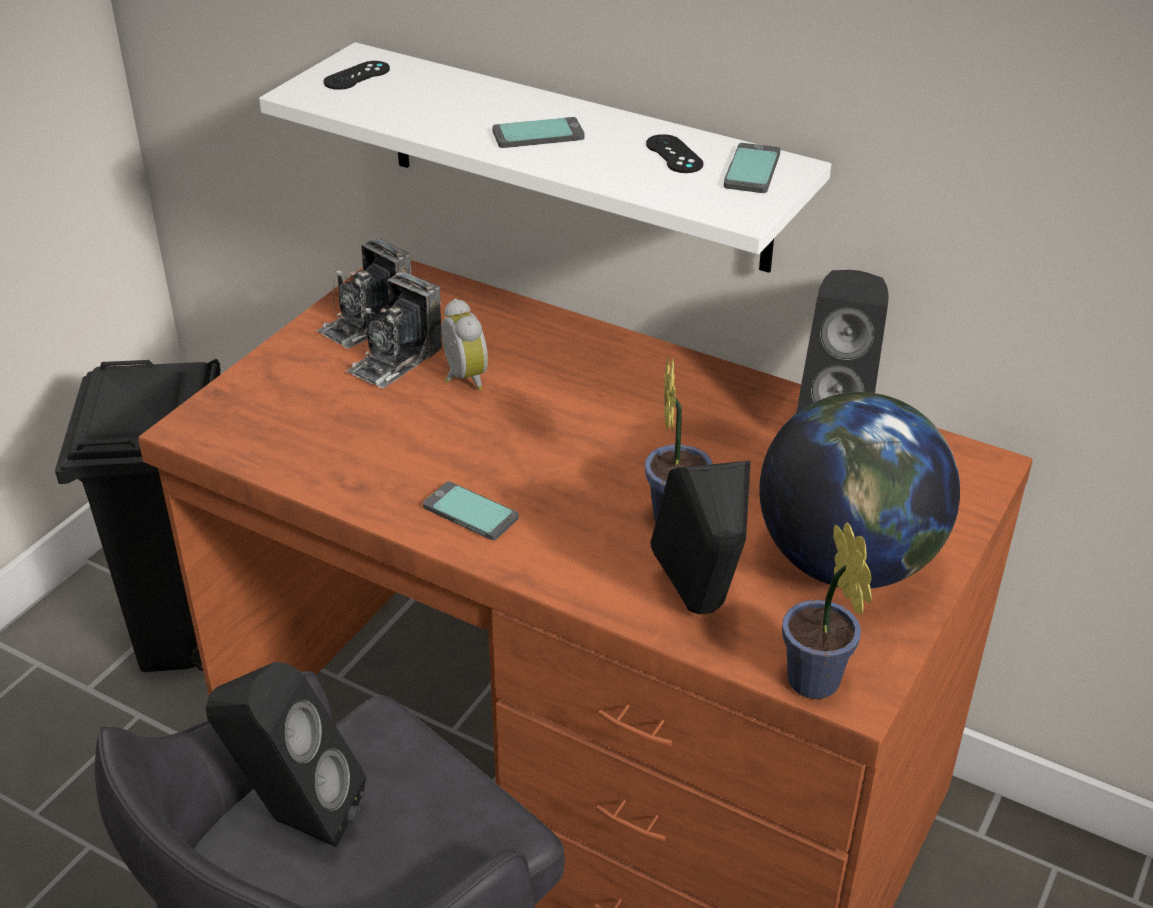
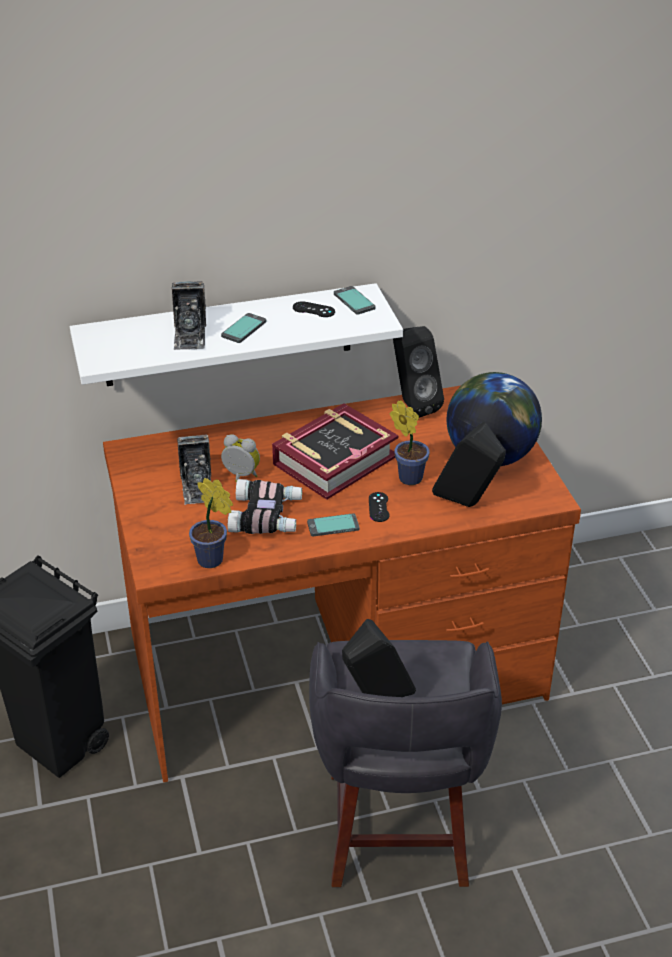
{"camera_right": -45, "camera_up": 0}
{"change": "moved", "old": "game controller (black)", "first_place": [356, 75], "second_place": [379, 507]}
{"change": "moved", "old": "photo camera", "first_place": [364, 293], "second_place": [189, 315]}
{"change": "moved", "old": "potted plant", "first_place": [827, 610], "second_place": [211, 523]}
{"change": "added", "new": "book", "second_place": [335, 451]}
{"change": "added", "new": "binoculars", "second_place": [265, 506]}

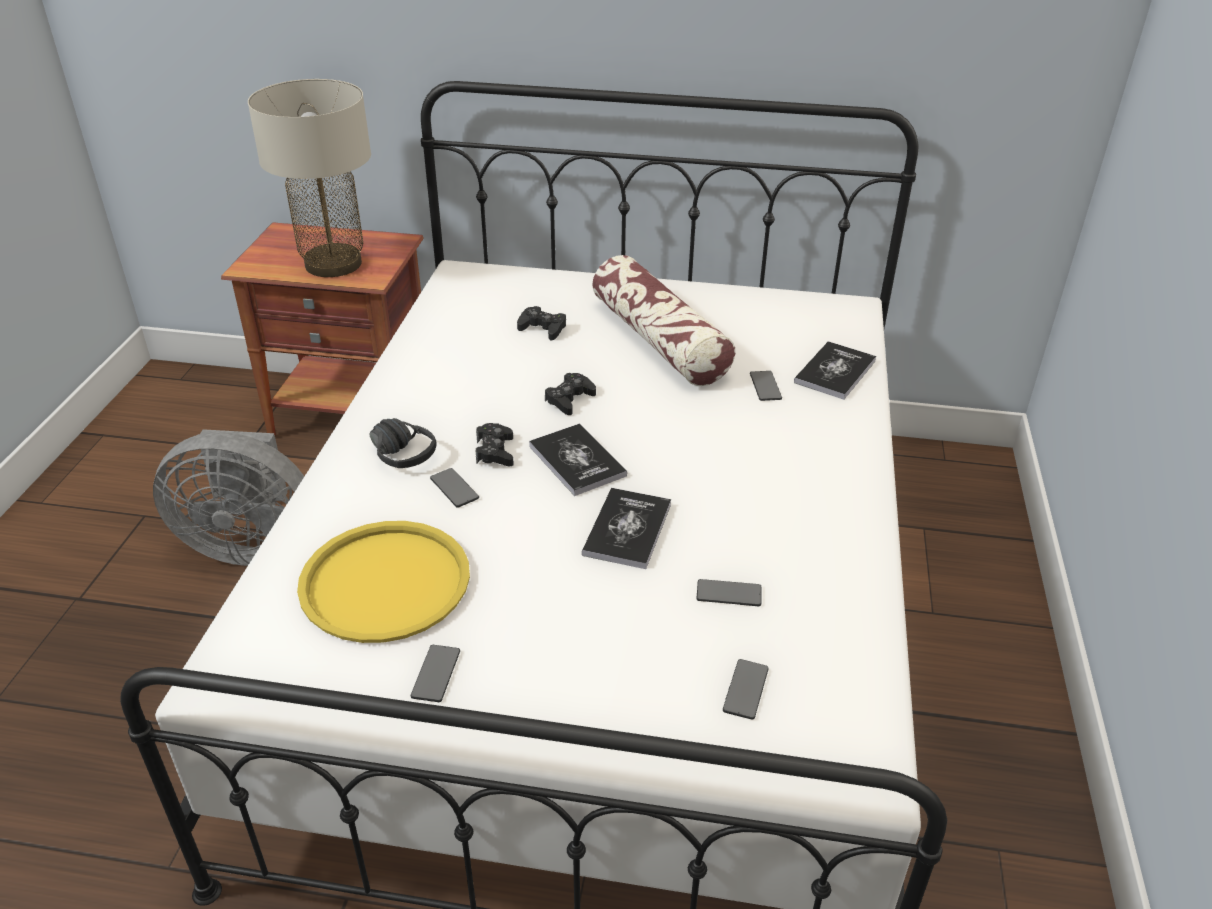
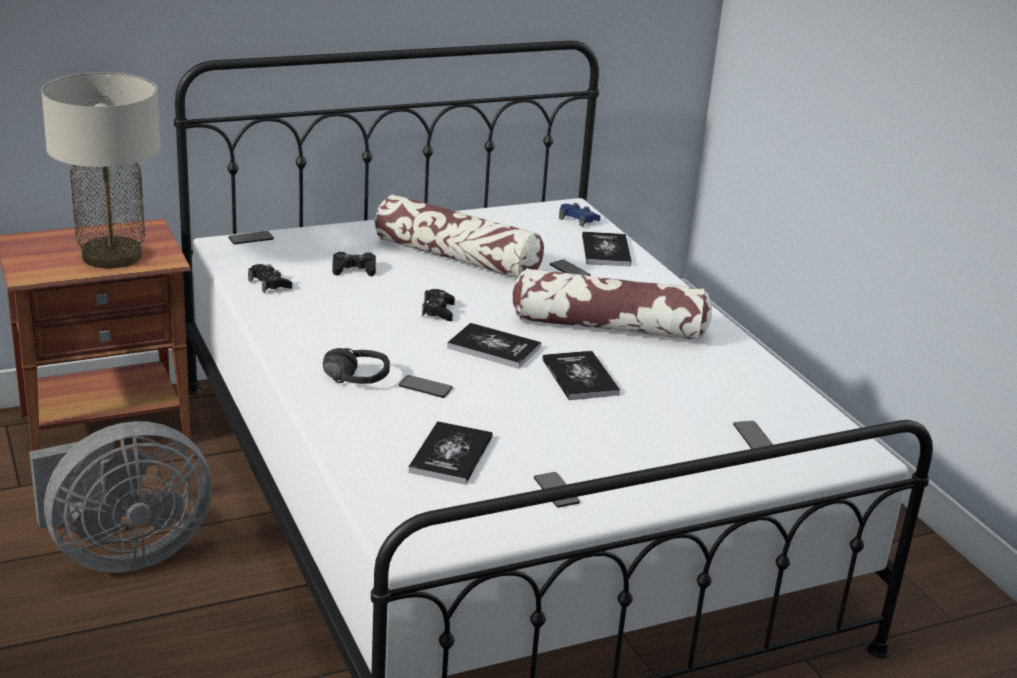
{"camera_right": -35, "camera_up": -10}
{"change": "moved", "old": "game controller (black)", "first_place": [495, 444], "second_place": [270, 278]}
{"change": "replaced", "old": "tray (yellow)", "new": "book", "first_place": [383, 582], "second_place": [450, 453]}
{"change": "moved", "old": "phone", "first_place": [729, 592], "second_place": [251, 237]}
{"change": "added", "new": "game controller (blue)", "second_place": [580, 215]}
{"change": "added", "new": "pillow", "second_place": [612, 304]}

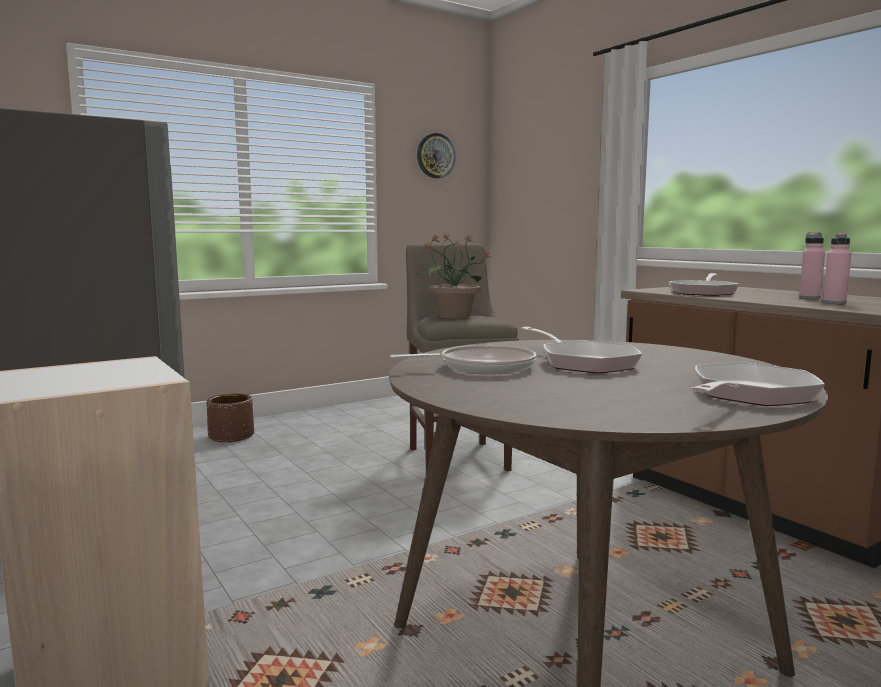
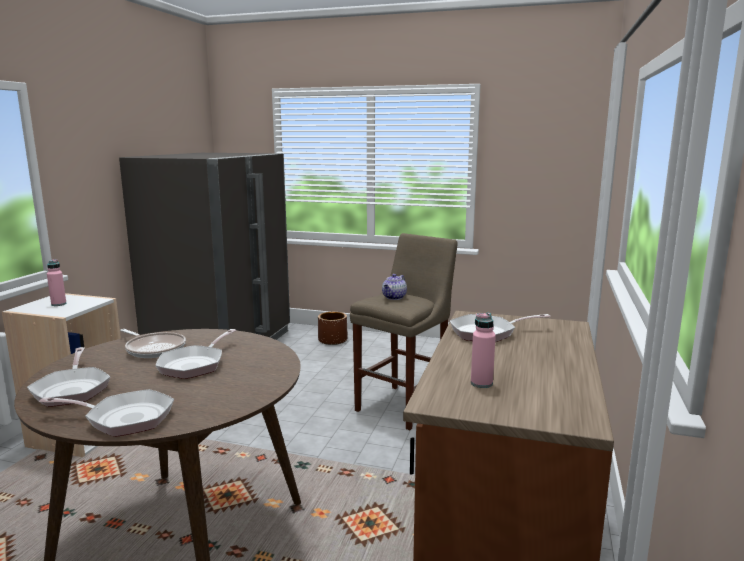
{"camera_right": 50, "camera_up": 5}
{"change": "removed", "old": "wall clock", "first_place": [436, 155]}
{"change": "moved", "old": "bottle (pink)", "first_place": [812, 265], "second_place": [56, 282]}
{"change": "replaced", "old": "potted plant", "new": "teapot", "first_place": [453, 276], "second_place": [394, 287]}
{"change": "added", "new": "frying pan", "second_place": [68, 377]}

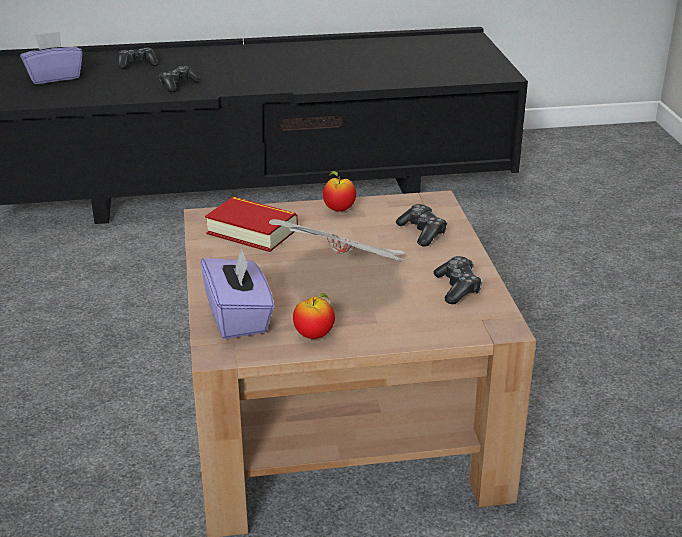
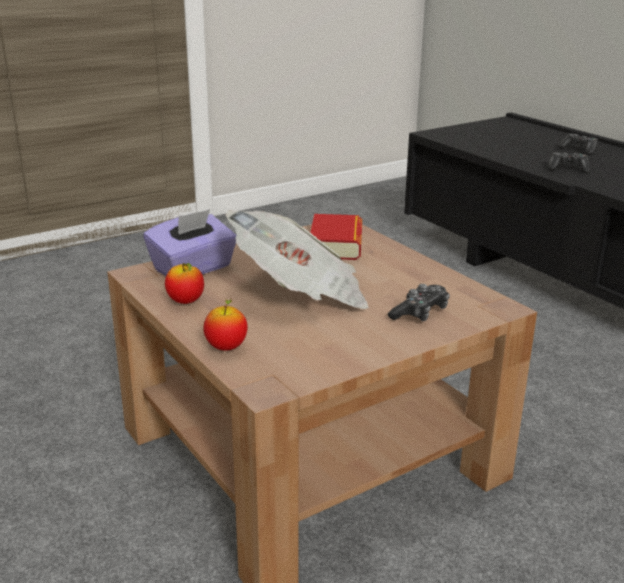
{"camera_right": 65, "camera_up": -5}
{"change": "removed", "old": "tissue box (purple)", "first_place": [51, 57]}
{"change": "moved", "old": "apple", "first_place": [339, 191], "second_place": [225, 325]}
{"change": "removed", "old": "game controller", "first_place": [458, 280]}

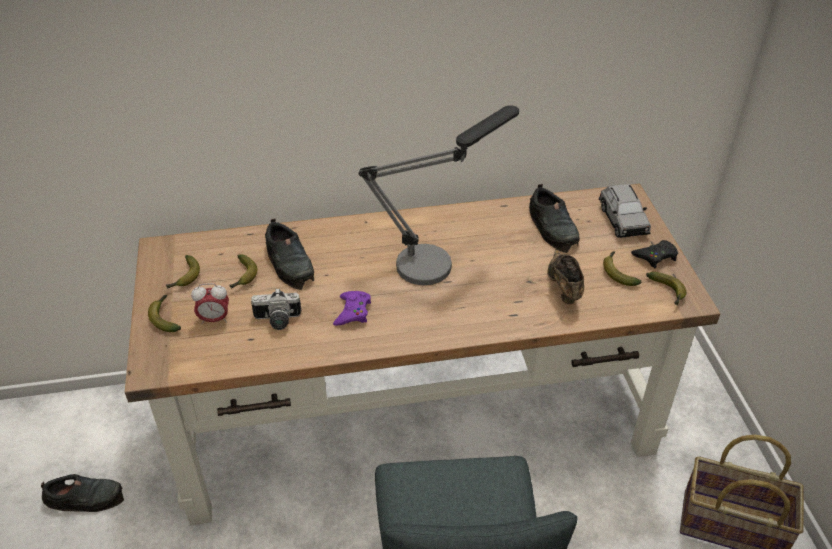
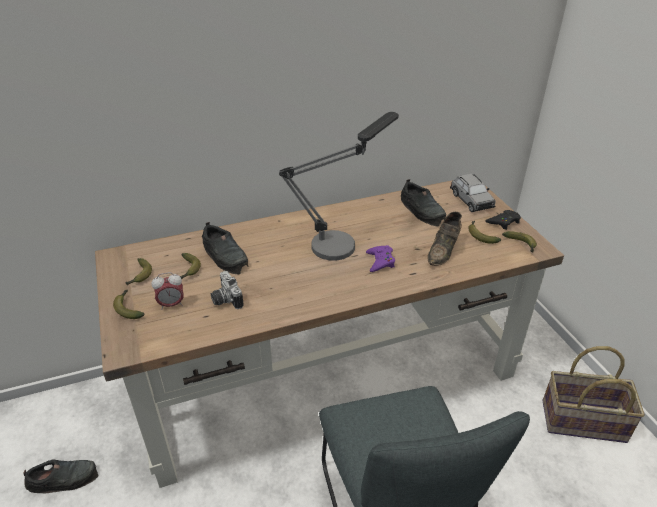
{"camera_right": -10, "camera_up": -5}
{"change": "turned", "old": "shoe (brown)", "first_place": [565, 276], "second_place": [445, 239], "degrees": -135}
{"change": "turned", "old": "photo camera", "first_place": [276, 309], "second_place": [227, 290], "degrees": 75}
{"change": "moved", "old": "game controller (purple)", "first_place": [352, 308], "second_place": [380, 258]}

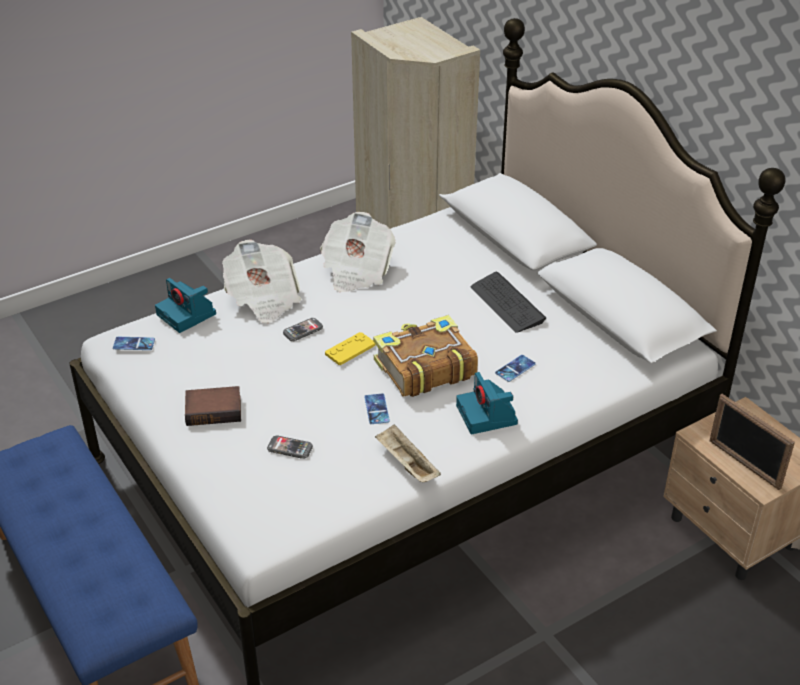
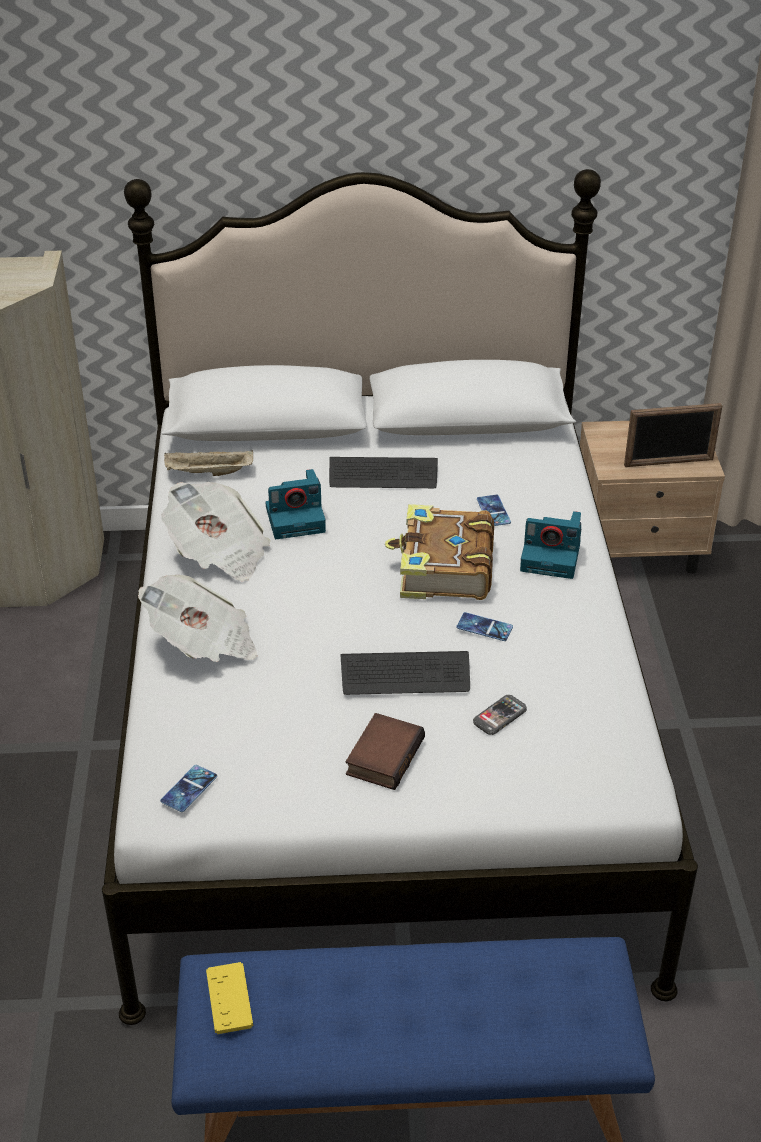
{"camera_right": -60, "camera_up": 0}
{"change": "moved", "old": "photo camera", "first_place": [185, 305], "second_place": [296, 504]}
{"change": "removed", "old": "phone", "first_place": [303, 329]}
{"change": "moved", "old": "game controller (yellow)", "first_place": [350, 348], "second_place": [229, 998]}
{"change": "moved", "old": "tray (beige)", "first_place": [408, 453], "second_place": [208, 462]}
{"change": "added", "new": "keyboard", "second_place": [405, 673]}

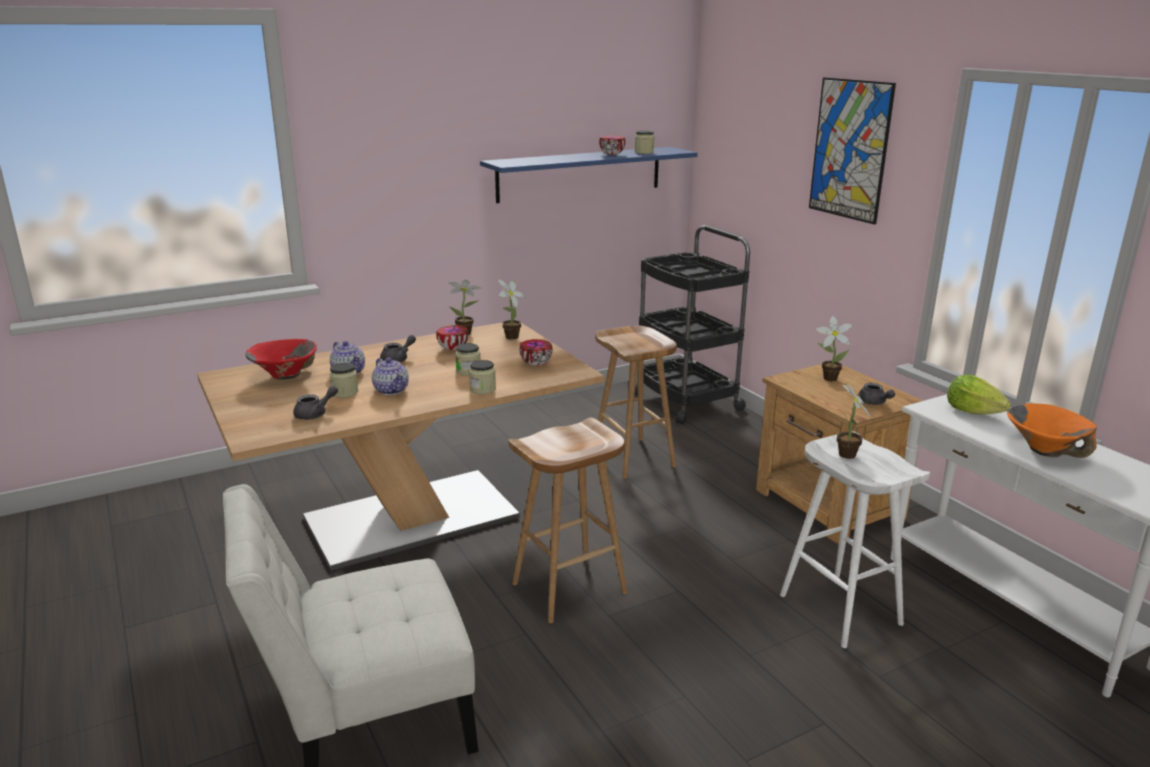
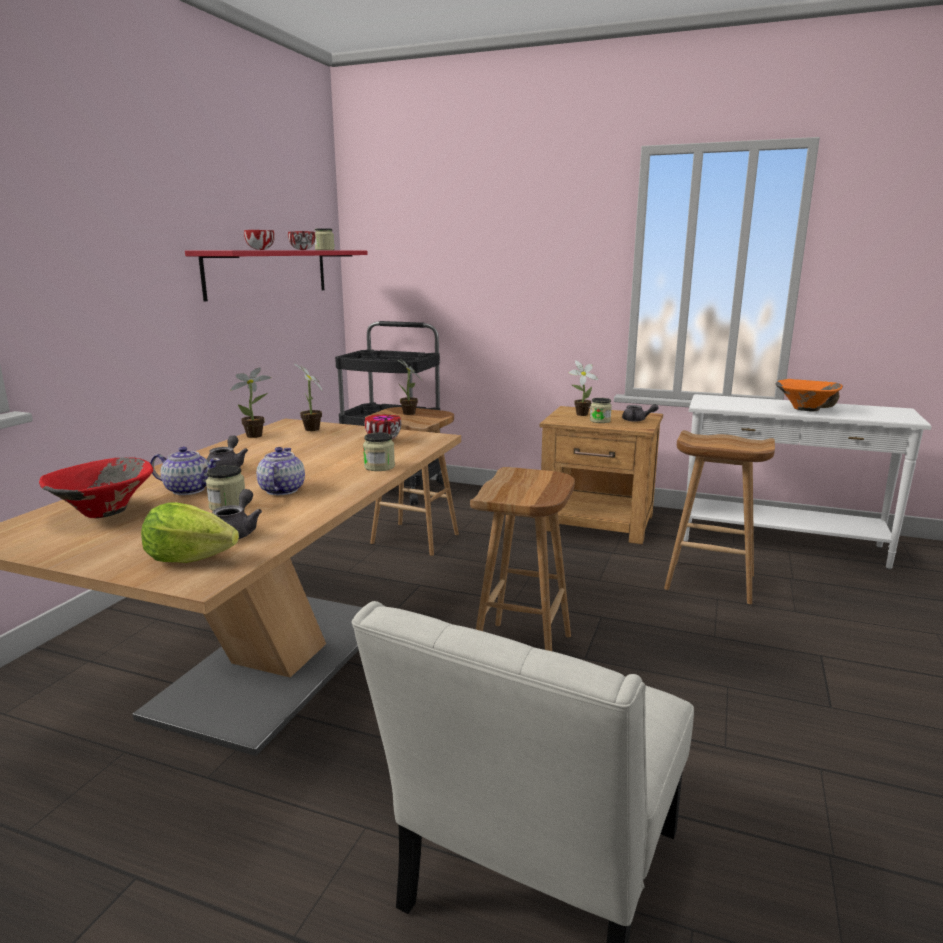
{"camera_right": -40, "camera_up": -5}
{"change": "removed", "old": "picture", "first_place": [852, 151]}
{"change": "recoloured", "old": "shelf (blue)", "new": "shelf (red)", "first_place": [589, 175], "second_place": [276, 275]}
{"change": "moved", "old": "bowl", "first_place": [452, 337], "second_place": [259, 240]}
{"change": "moved", "old": "jar", "first_place": [468, 359], "second_place": [601, 410]}
{"change": "turned", "old": "teapot", "first_place": [390, 376], "second_place": [280, 471], "degrees": -105}
{"change": "moved", "old": "lettuce", "first_place": [979, 394], "second_place": [190, 532]}
{"change": "moved", "old": "potted plant", "first_place": [854, 420], "second_place": [409, 387]}
{"change": "recoloured", "old": "stool (white)", "new": "stool (brown)", "first_place": [855, 539], "second_place": [719, 517]}

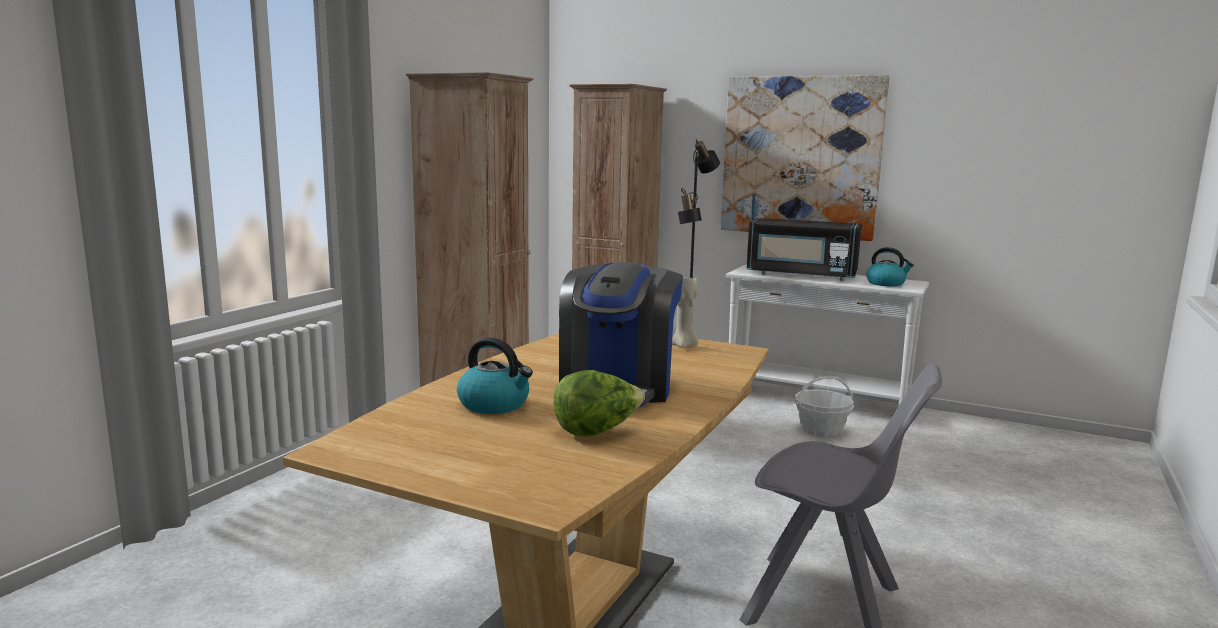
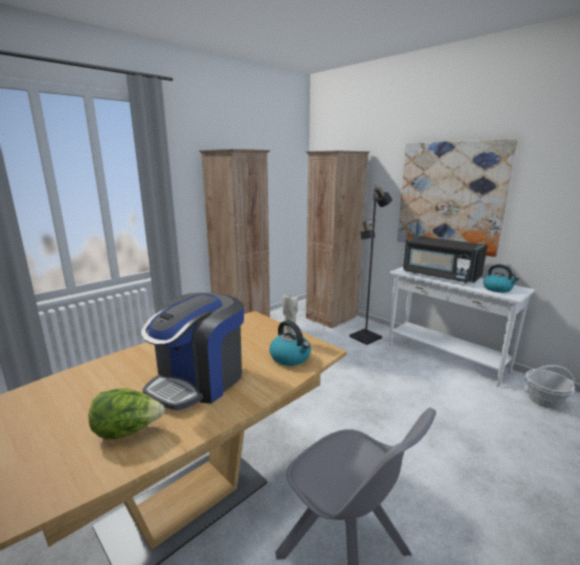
{"camera_right": 20, "camera_up": 5}
{"change": "moved", "old": "kettle", "first_place": [495, 376], "second_place": [290, 343]}
{"change": "moved", "old": "basket", "first_place": [824, 406], "second_place": [550, 387]}

